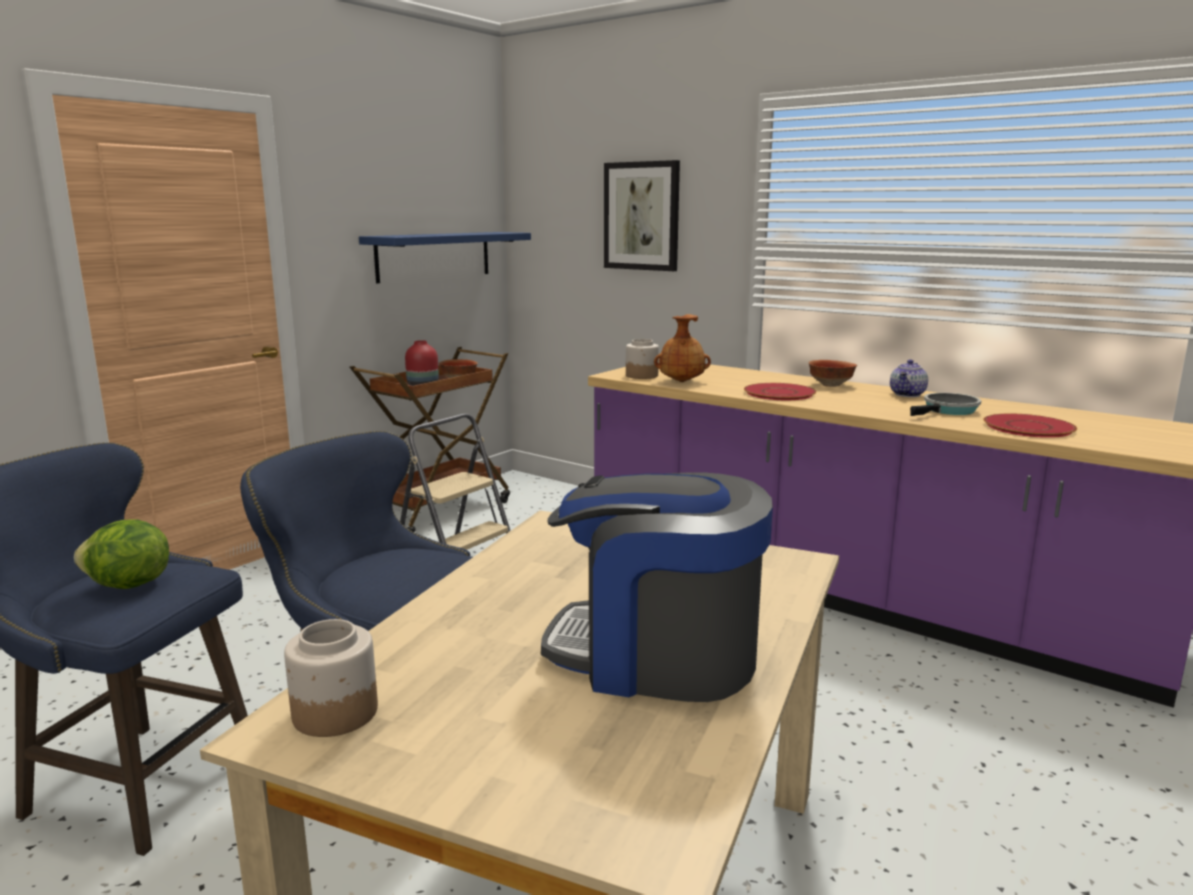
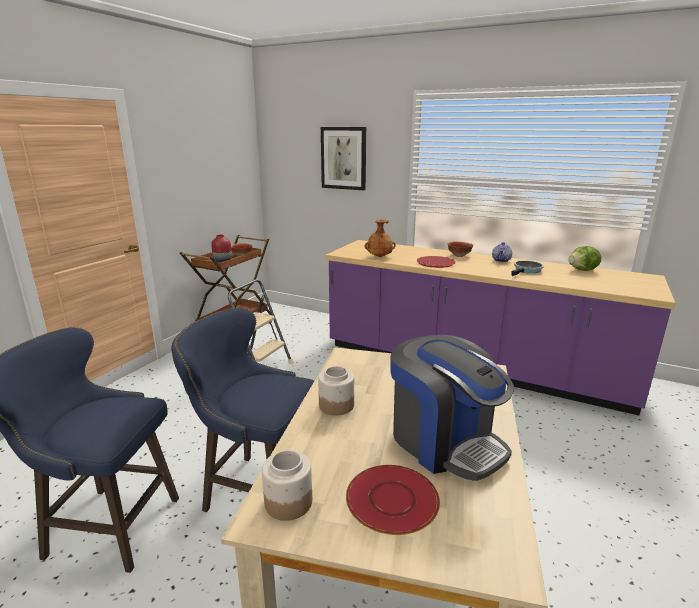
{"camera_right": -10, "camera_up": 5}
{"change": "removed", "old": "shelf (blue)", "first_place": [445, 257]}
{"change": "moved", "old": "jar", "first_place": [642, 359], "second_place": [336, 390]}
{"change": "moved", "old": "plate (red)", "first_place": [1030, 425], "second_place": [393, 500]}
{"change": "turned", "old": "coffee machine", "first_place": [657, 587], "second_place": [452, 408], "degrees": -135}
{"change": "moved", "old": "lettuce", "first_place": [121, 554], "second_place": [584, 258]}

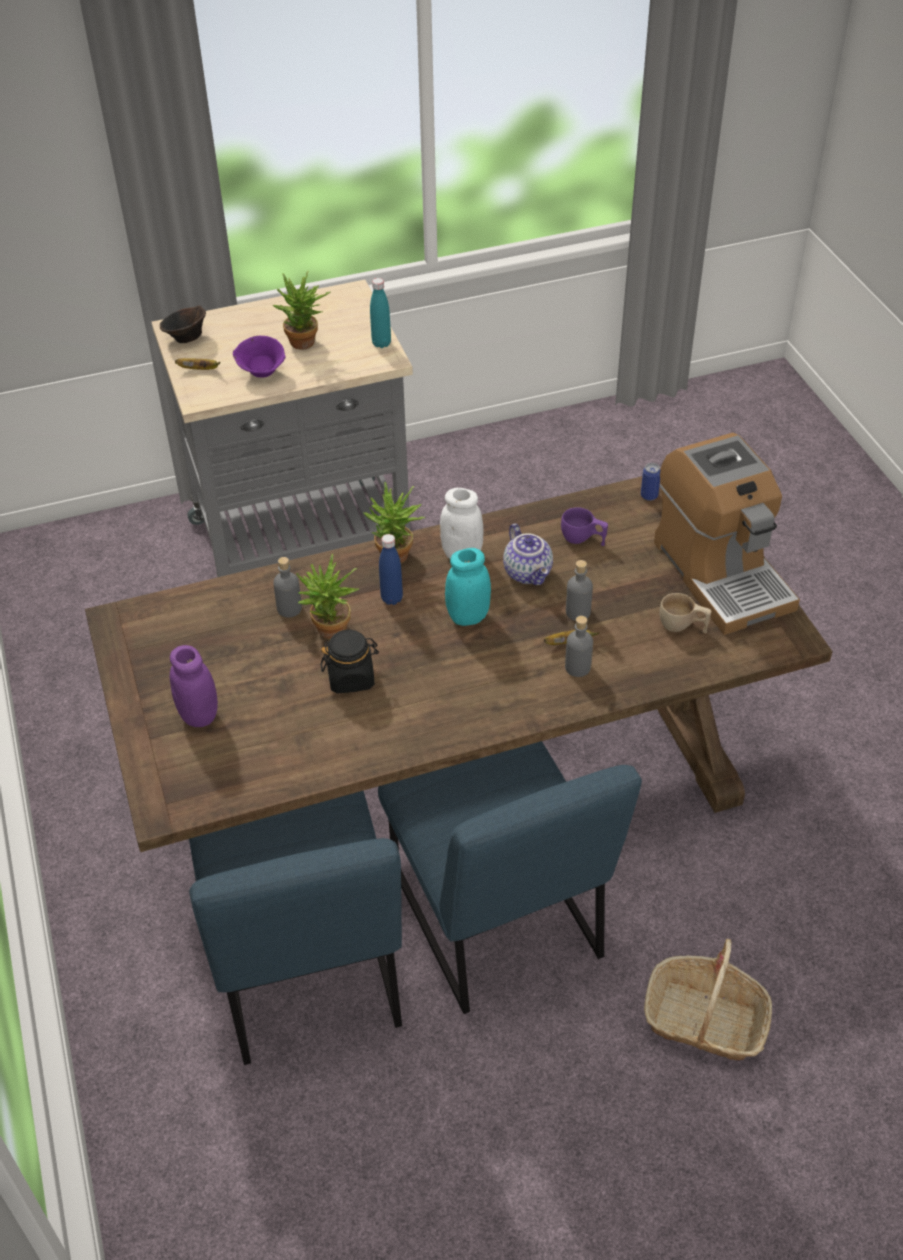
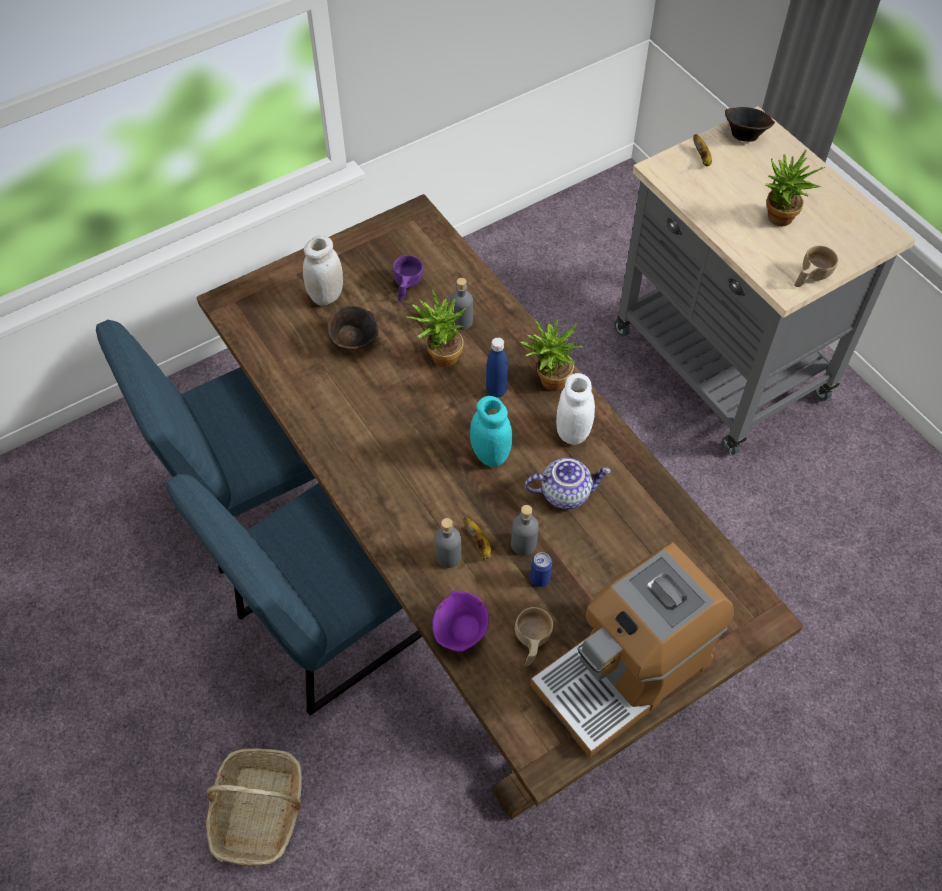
{"camera_right": 75, "camera_up": 10}
{"change": "replaced", "old": "bottle (turquoise)", "new": "cup (beige)", "first_place": [380, 313], "second_place": [816, 266]}
{"change": "moved", "old": "bowl (purple)", "first_place": [259, 357], "second_place": [460, 621]}
{"change": "moved", "old": "can", "first_place": [651, 482], "second_place": [541, 569]}
{"change": "moved", "old": "cup (purple)", "first_place": [584, 526], "second_place": [408, 278]}
{"change": "turned", "old": "teapot", "first_place": [528, 554], "second_place": [568, 484], "degrees": -150}
{"change": "removed", "old": "jar (black)", "first_place": [350, 662]}
{"change": "recoloured", "old": "jar (purple)", "new": "jar (white)", "first_place": [194, 686], "second_place": [323, 270]}
{"change": "added", "new": "bowl (brown)", "second_place": [352, 327]}

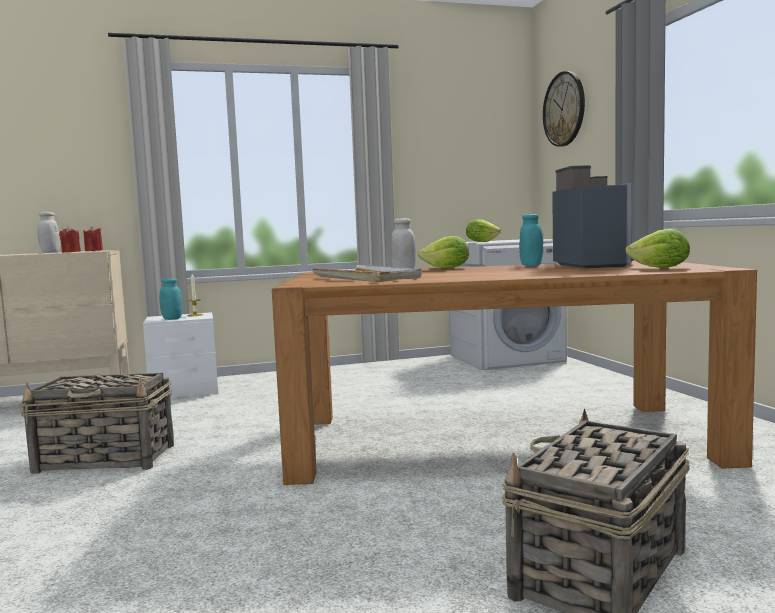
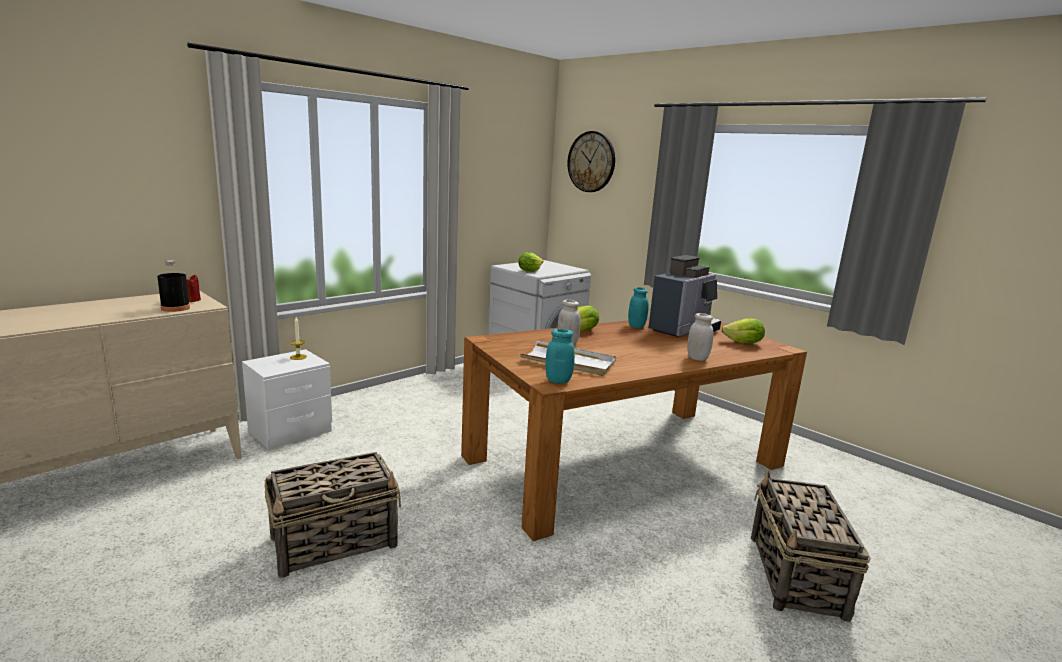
{"camera_right": -30, "camera_up": 10}
{"change": "turned", "old": "coffee machine", "first_place": [593, 217], "second_place": [684, 296], "degrees": 75}
{"change": "moved", "old": "jar (white)", "first_place": [48, 232], "second_place": [700, 337]}
{"change": "replaced", "old": "candle (red)", "new": "bottle (black)", "first_place": [70, 240], "second_place": [173, 286]}
{"change": "moved", "old": "jar (turquoise)", "first_place": [170, 299], "second_place": [560, 356]}

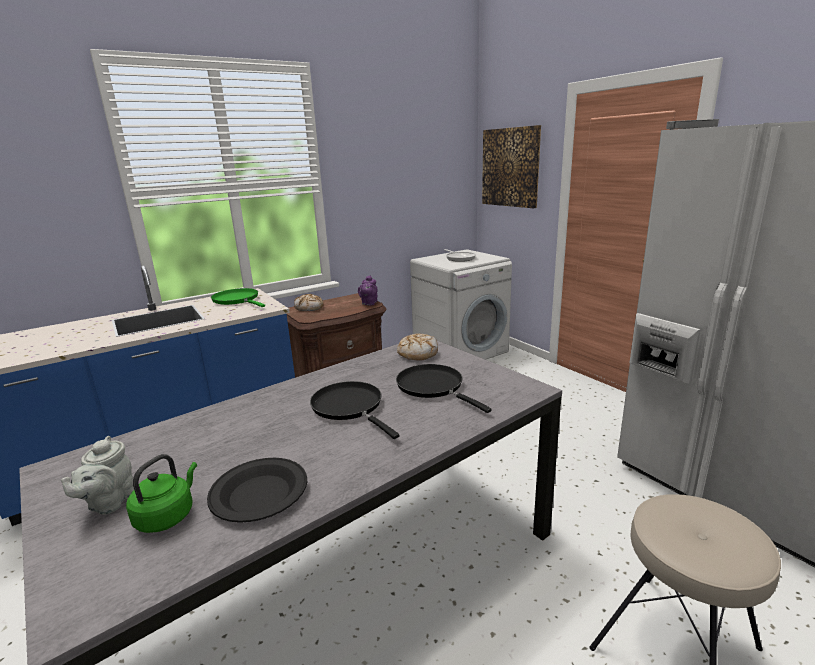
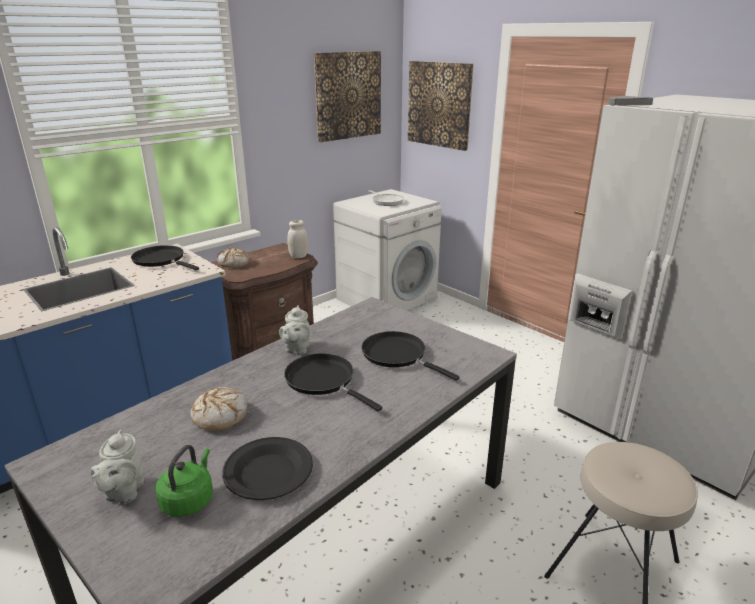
{"camera_right": -10, "camera_up": 5}
{"change": "replaced", "old": "teapot (purple)", "new": "jar (white)", "first_place": [368, 290], "second_place": [298, 239]}
{"change": "recoloured", "old": "frying pan (green)", "new": "frying pan (black)", "first_place": [238, 297], "second_place": [165, 257]}
{"change": "moved", "old": "bread", "first_place": [417, 347], "second_place": [218, 409]}
{"change": "added", "new": "picture", "second_place": [347, 96]}
{"change": "added", "new": "teapot (grey)", "second_place": [294, 330]}

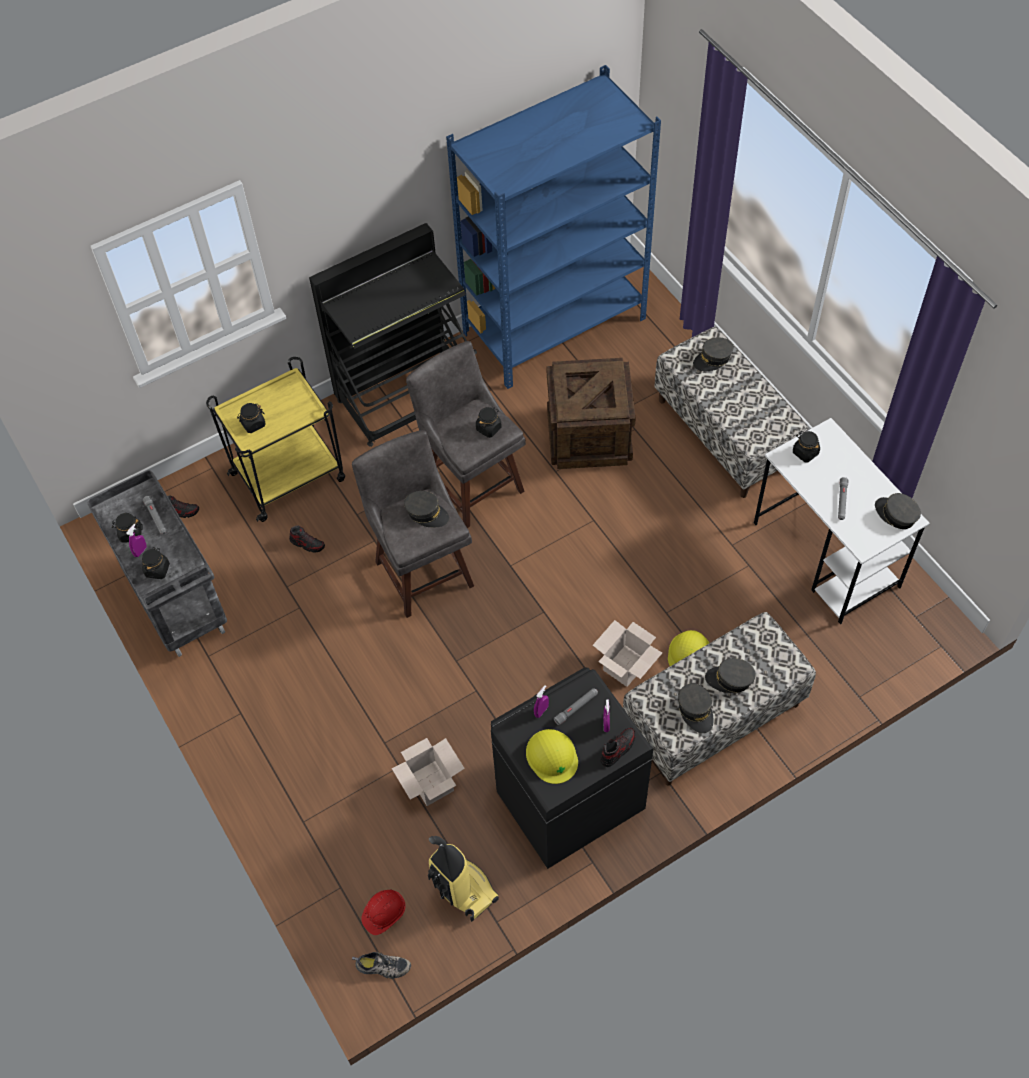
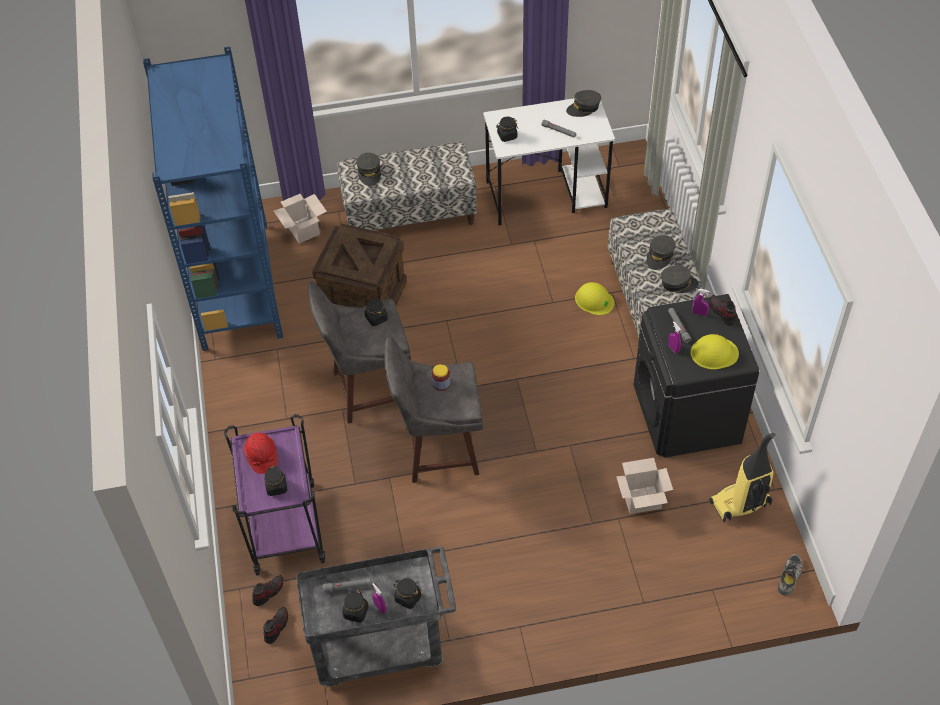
{"camera_right": -70, "camera_up": -5}
{"change": "removed", "old": "shoe rack (black)", "first_place": [393, 335]}
{"change": "recoloured", "old": "cart (yellow)", "new": "cart (purple)", "first_place": [275, 439], "second_place": [275, 495]}
{"change": "replaced", "old": "cap (grey)", "new": "jar", "first_place": [426, 509], "second_place": [441, 377]}
{"change": "moved", "old": "shoe", "first_place": [307, 539], "second_place": [267, 590]}
{"change": "moved", "old": "cardboard box", "first_place": [627, 653], "second_place": [300, 218]}
{"change": "moved", "old": "hard hat (red)", "first_place": [383, 912], "second_place": [260, 453]}

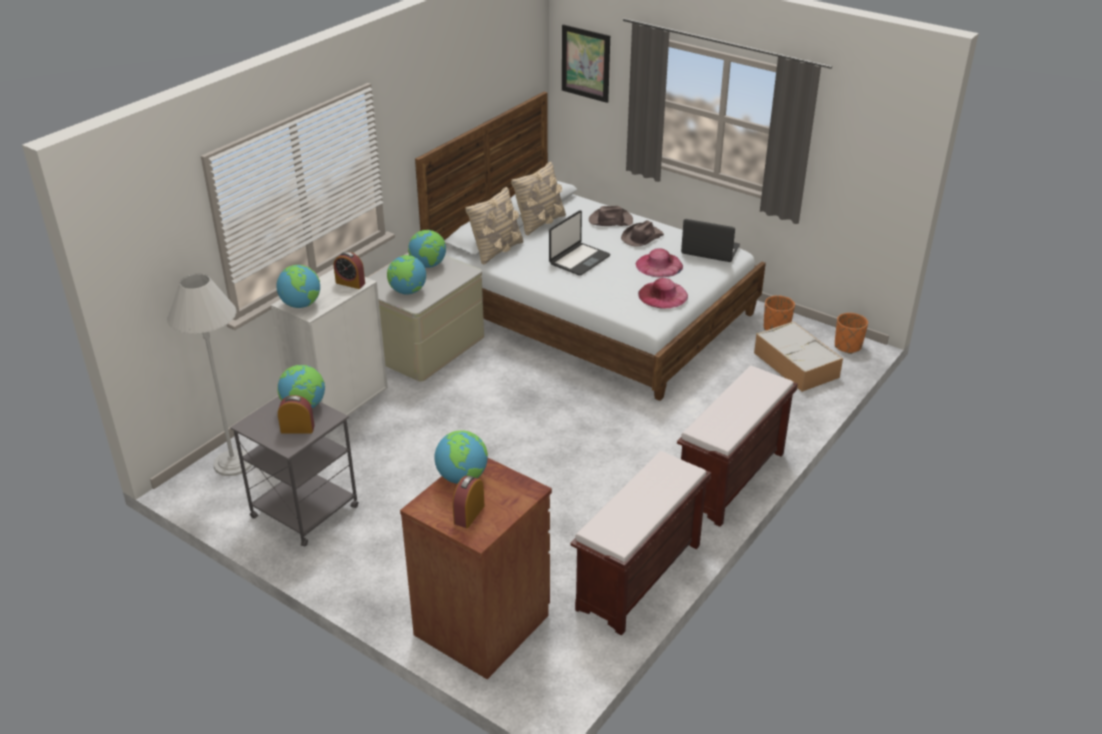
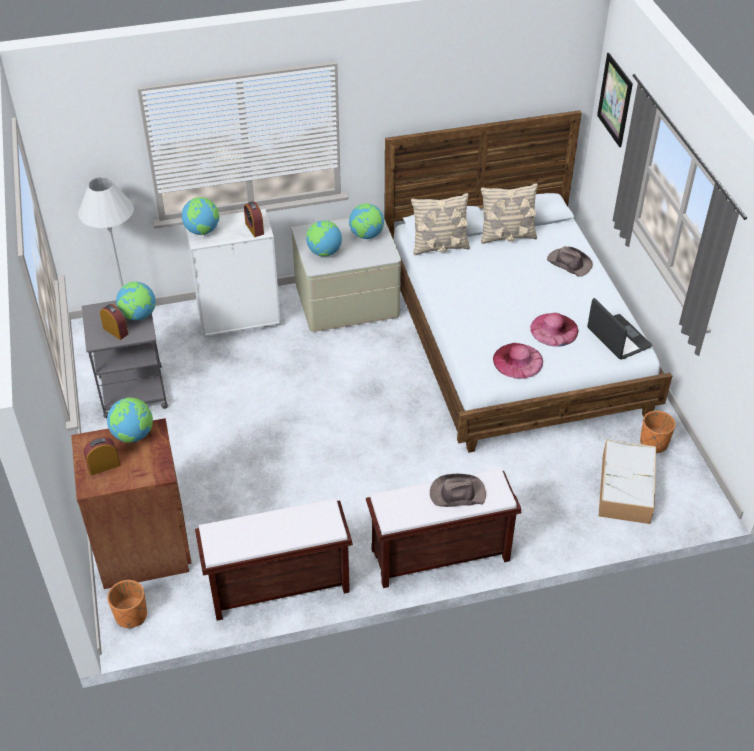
{"camera_right": 40, "camera_up": 10}
{"change": "removed", "old": "laptop", "first_place": [579, 242]}
{"change": "moved", "old": "hat (brown)", "first_place": [642, 233], "second_place": [458, 490]}
{"change": "moved", "old": "planter (orange)", "first_place": [851, 333], "second_place": [127, 604]}

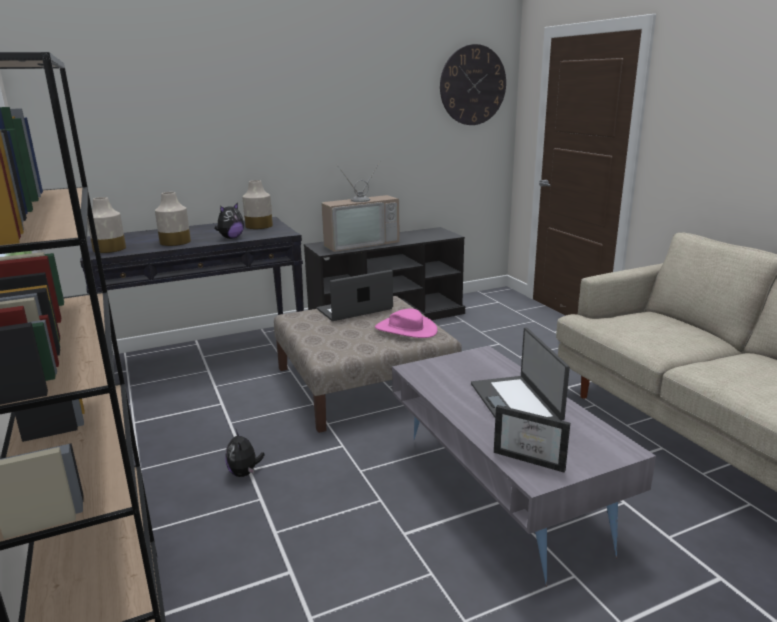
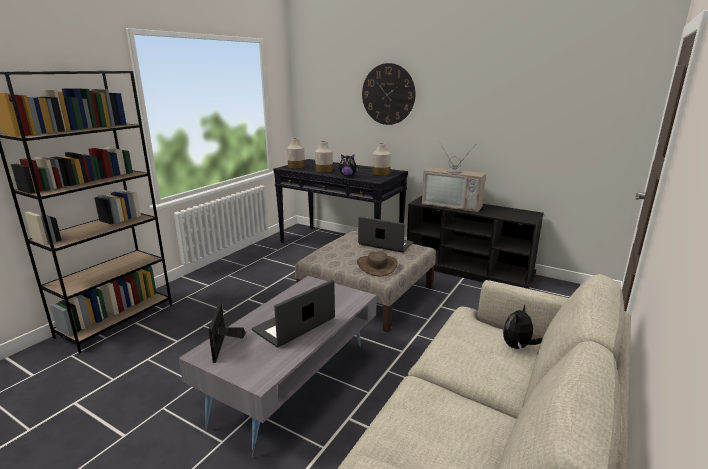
{"camera_right": 55, "camera_up": 0}
{"change": "moved", "old": "wall clock", "first_place": [473, 84], "second_place": [388, 94]}
{"change": "recoloured", "old": "hat (pink)", "new": "hat (brown)", "first_place": [406, 323], "second_place": [377, 264]}
{"change": "moved", "old": "plush toy", "first_place": [245, 453], "second_place": [522, 327]}

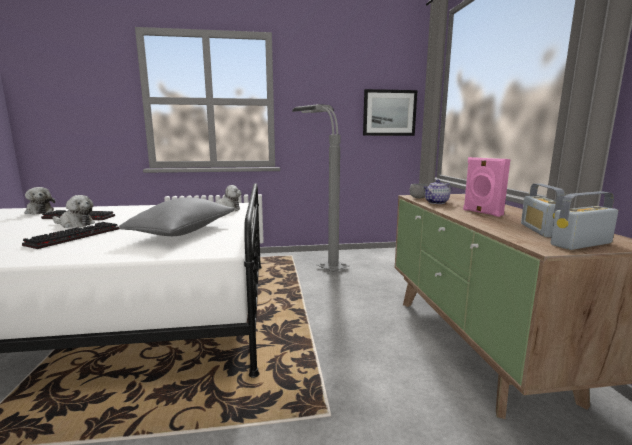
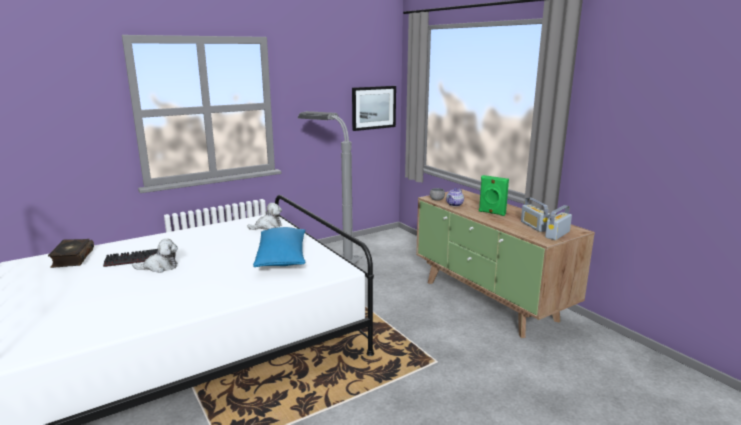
{"camera_right": -25, "camera_up": 5}
{"change": "recoloured", "old": "speaker (pink)", "new": "speaker (green)", "first_place": [486, 187], "second_place": [494, 195]}
{"change": "replaced", "old": "plush toy", "new": "book", "first_place": [40, 201], "second_place": [71, 253]}
{"change": "recoloured", "old": "pillow (grey)", "new": "pillow (blue)", "first_place": [177, 216], "second_place": [279, 247]}
{"change": "removed", "old": "keyboard", "first_place": [70, 235]}

